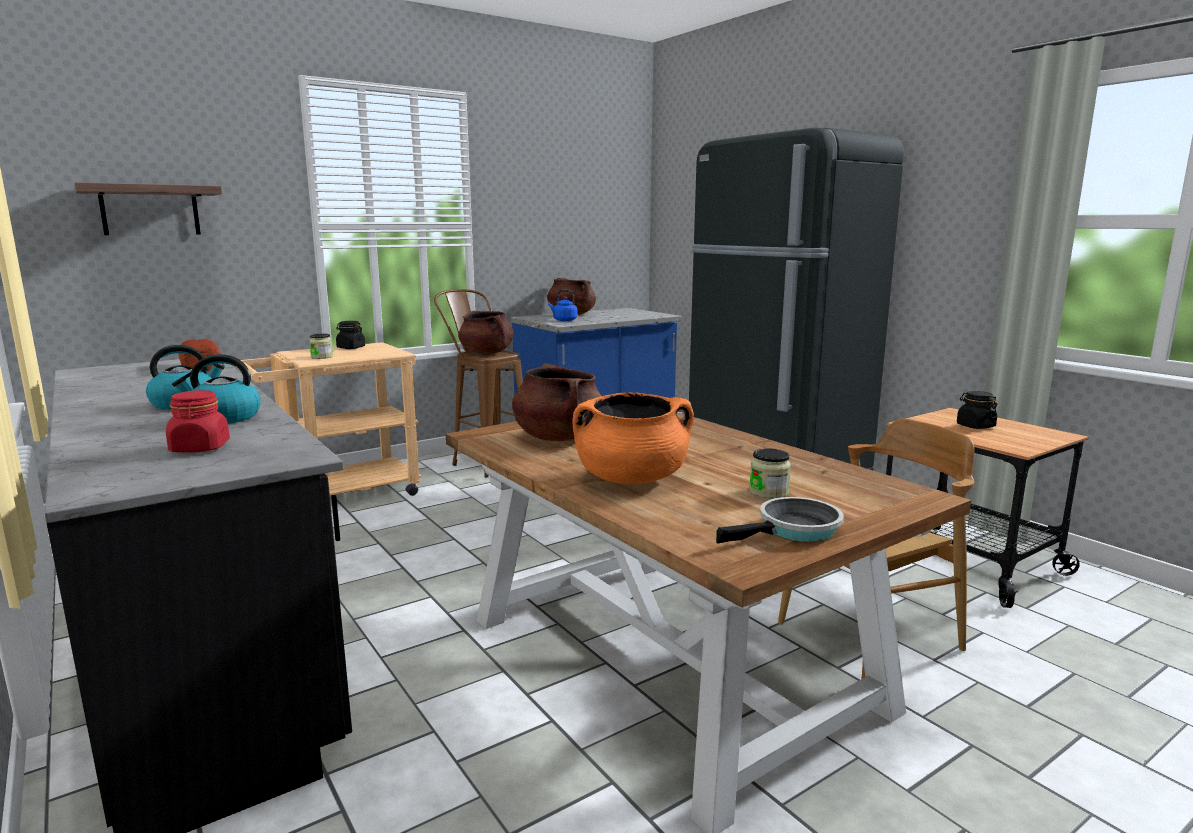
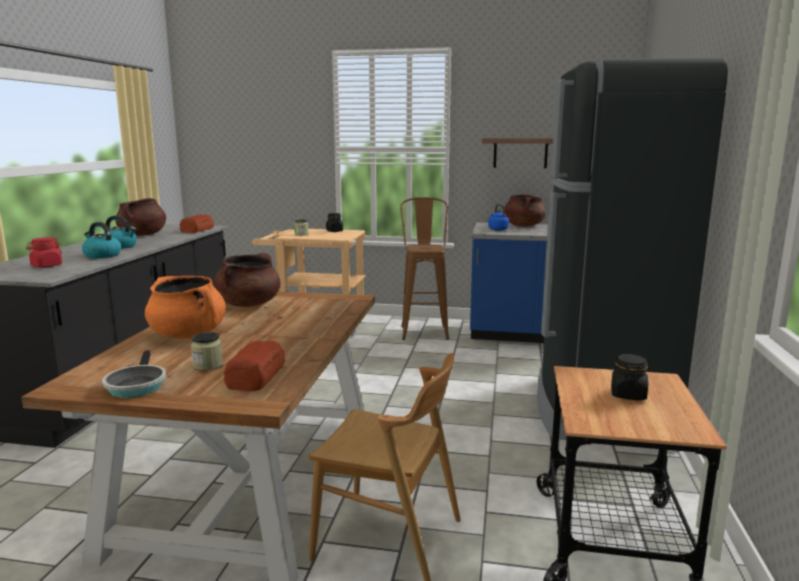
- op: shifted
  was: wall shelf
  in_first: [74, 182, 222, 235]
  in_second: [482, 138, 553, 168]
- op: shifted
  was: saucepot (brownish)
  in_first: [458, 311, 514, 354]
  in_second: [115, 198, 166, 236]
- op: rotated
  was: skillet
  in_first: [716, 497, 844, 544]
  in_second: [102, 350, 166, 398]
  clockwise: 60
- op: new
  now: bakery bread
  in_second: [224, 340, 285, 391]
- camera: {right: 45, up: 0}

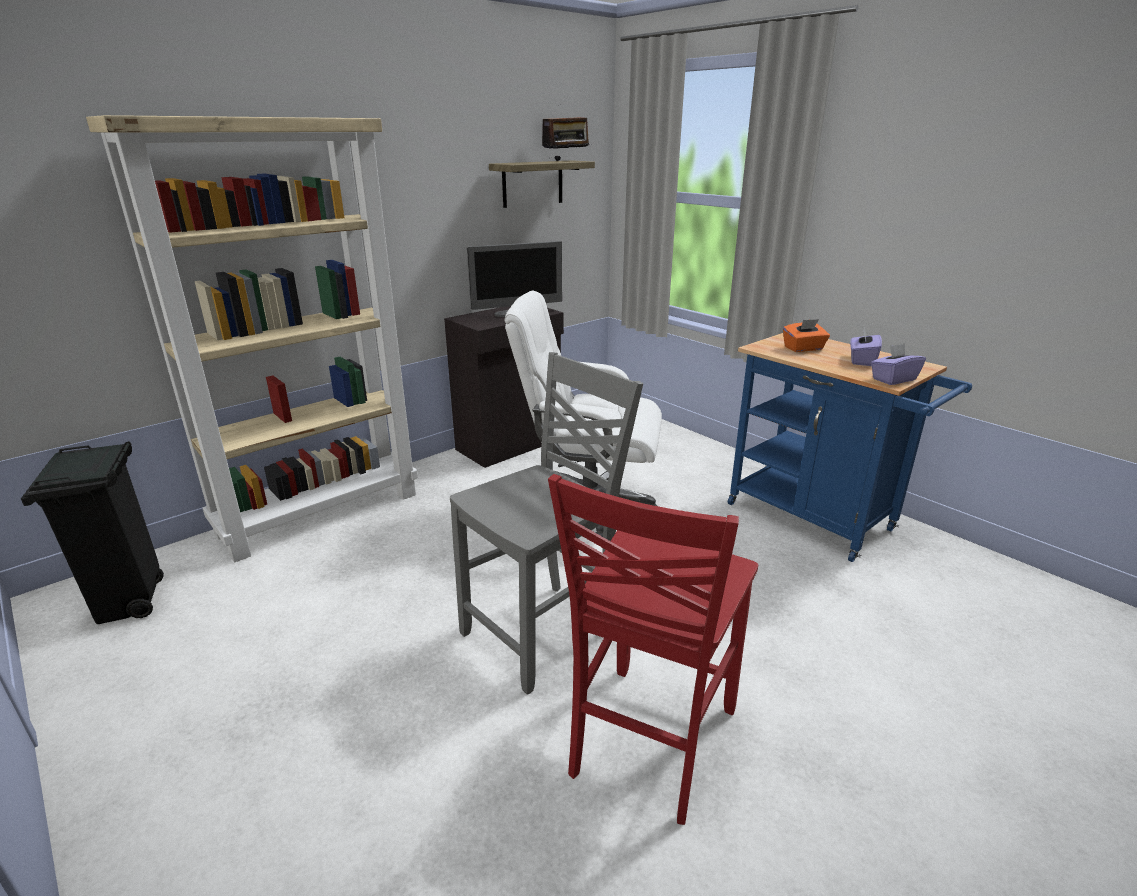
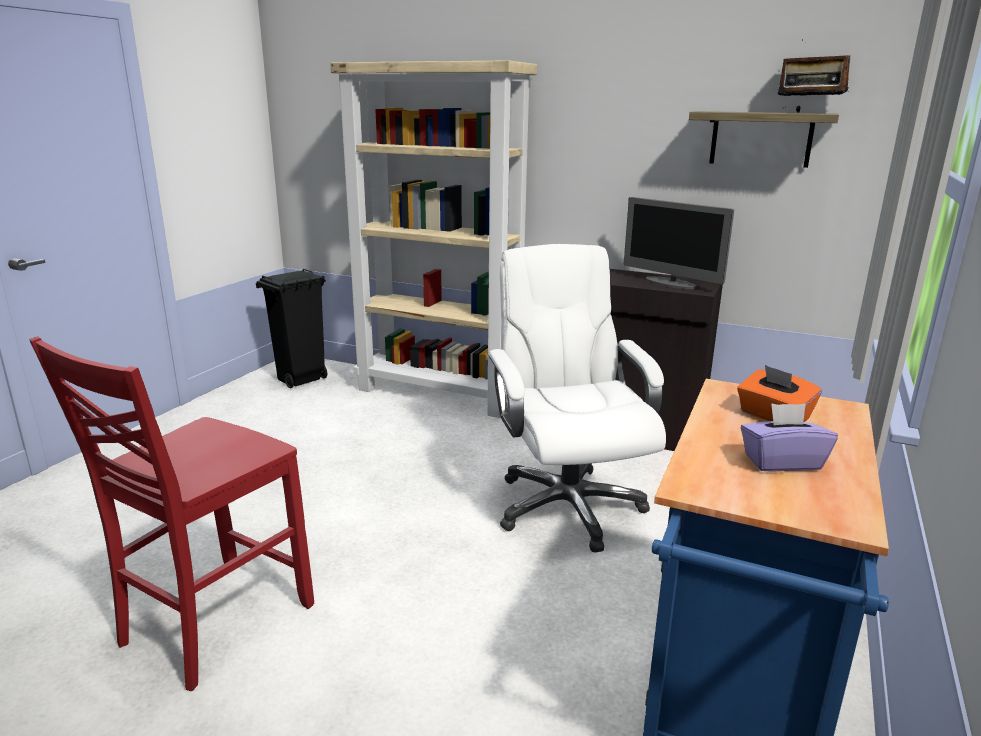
- op: gone
  was: plain chair (greyish)
  in_first: [450, 352, 643, 695]
- op: rotated
  was: plain chair (reddish)
  in_first: [548, 474, 758, 825]
  in_second: [29, 336, 314, 691]
  clockwise: -60
- op: gone
  was: box of tissues (purple)
  in_first: [871, 343, 926, 385]
- camera: {right: 65, up: -5}

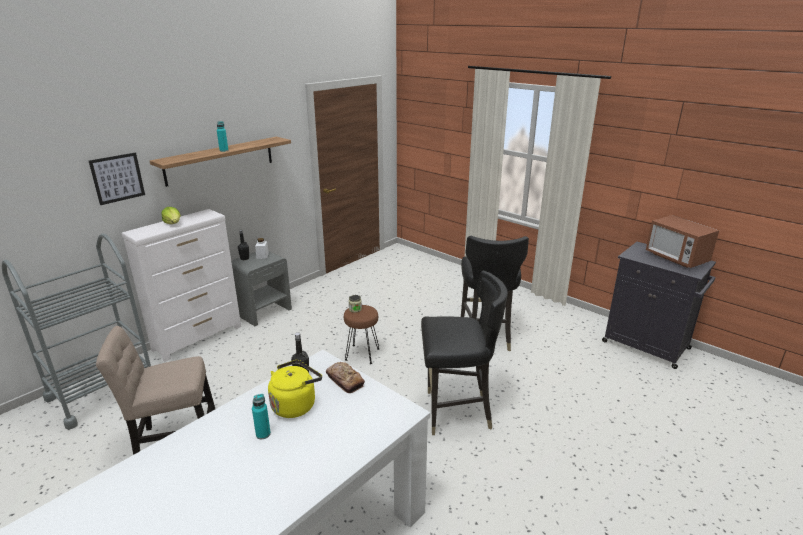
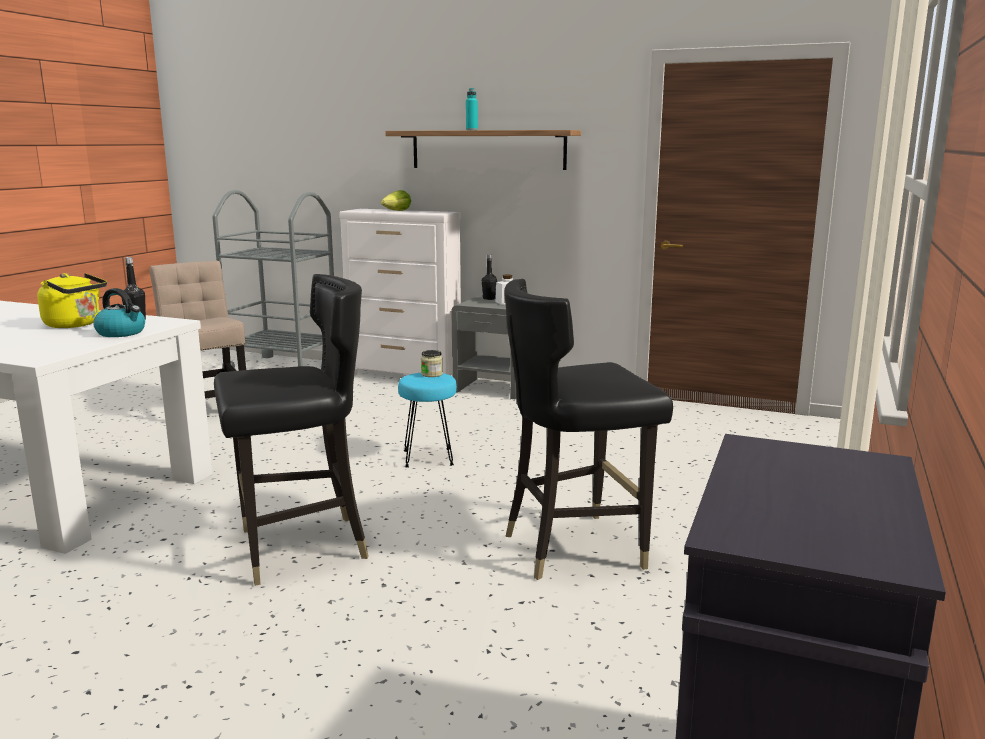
- op: gone
  was: wall picture
  in_first: [89, 153, 145, 205]
- op: gone
  was: drink bottle (turquoise)
  in_first: [252, 394, 271, 439]
- op: swapped
  was: bakery bread
  now: tea kettle
  in_first: [326, 362, 365, 393]
  in_second: [93, 288, 145, 337]
- op: repainted
  was: stool (brownish)
  now: stool (turquoise)
  in_first: [344, 305, 380, 364]
  in_second: [398, 373, 457, 468]
- op: rotated
  was: plain chair (blackish)
  in_first: [421, 271, 508, 435]
  in_second: [214, 274, 368, 586]
  clockwise: -90
- op: gone
  was: microwave oven
  in_first: [646, 215, 719, 268]
- camera: {right: 70, up: -10}

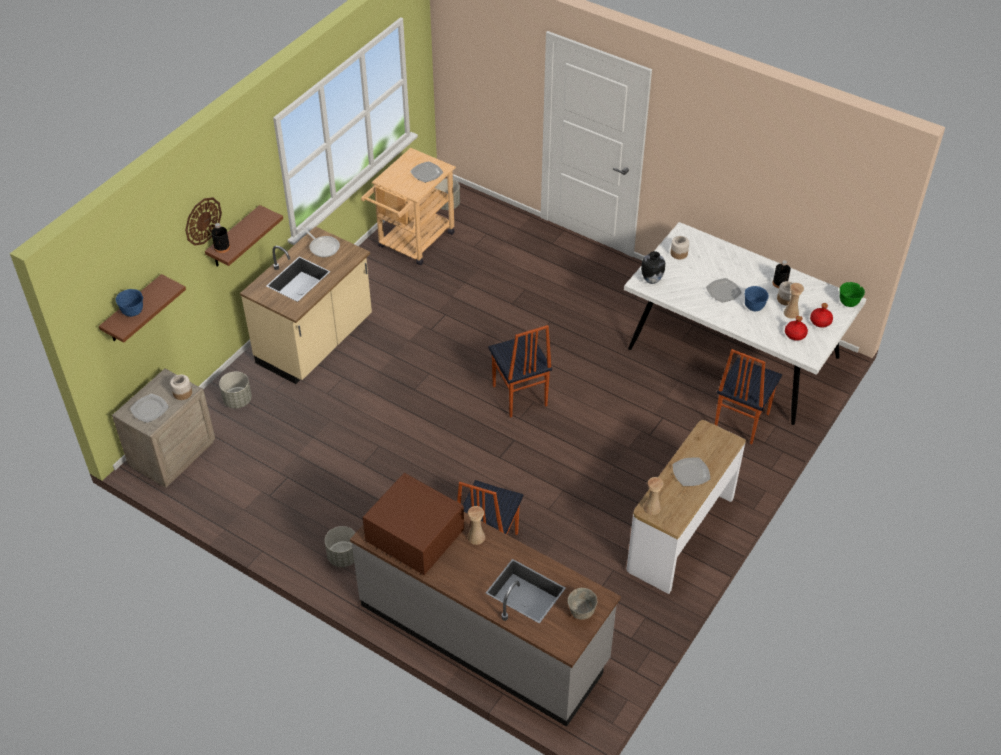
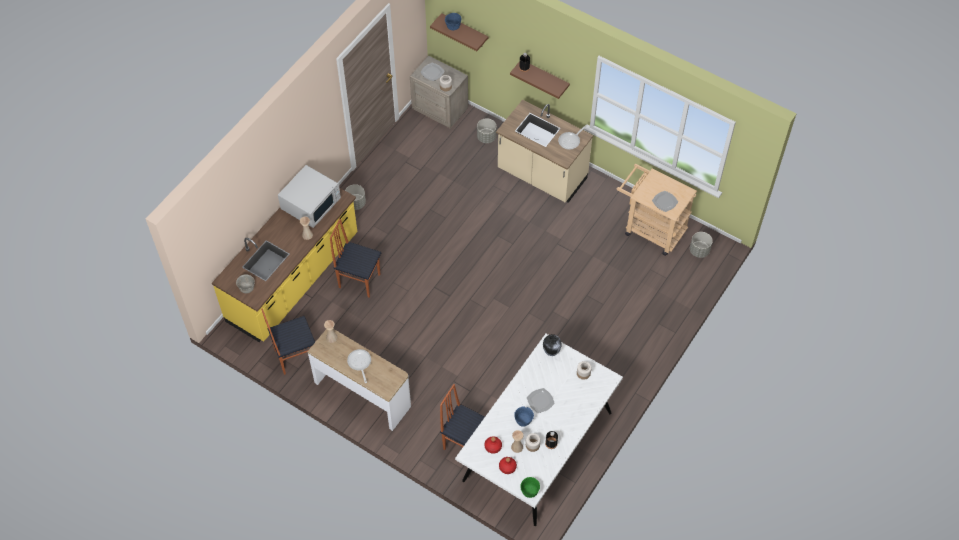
- op: gone
  was: hanging clock
  in_first: [185, 197, 222, 246]
- op: repainted
  was: kitchen counter (greyish)
  now: kitchen counter (yellow)
  in_first: [350, 512, 621, 727]
  in_second: [212, 188, 358, 342]
- op: repainted
  was: microwave oven (brownish)
  now: microwave oven (white)
  in_first: [362, 473, 464, 575]
  in_second: [278, 165, 341, 228]
- op: shifted
  was: plain chair
  in_first: [488, 325, 552, 418]
  in_second: [261, 308, 315, 375]
- op: swapped
  was: plate
  now: skillet
  in_first: [673, 458, 710, 486]
  in_second: [347, 349, 371, 383]
- camera: {right: 90, up: 10}

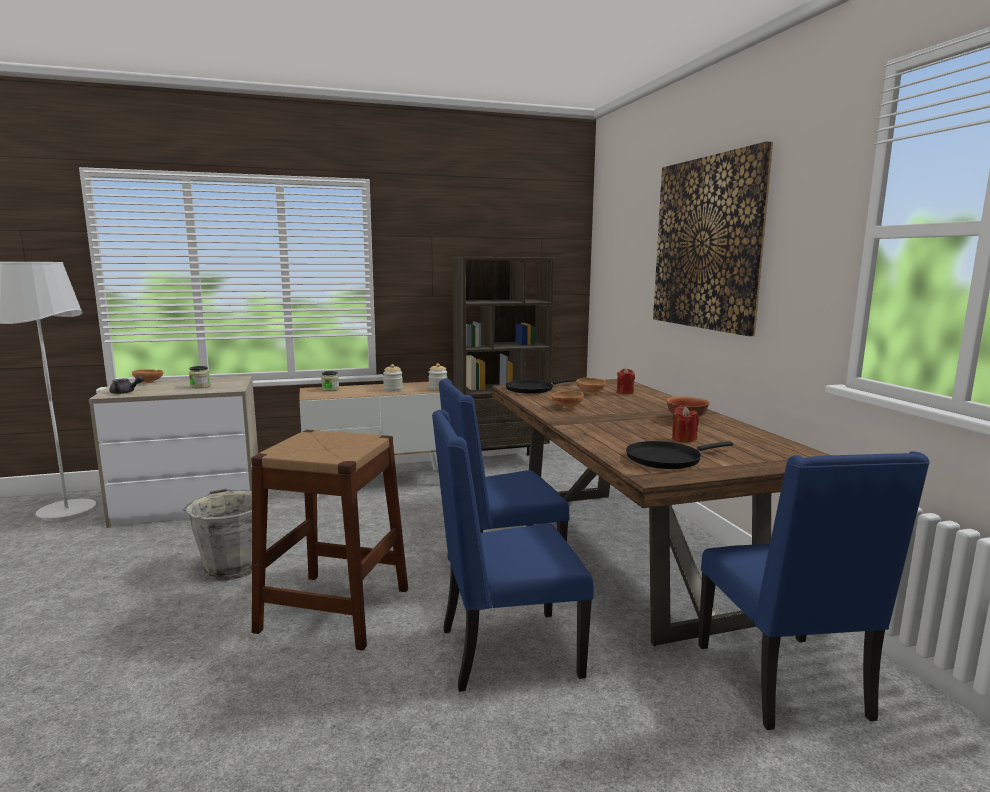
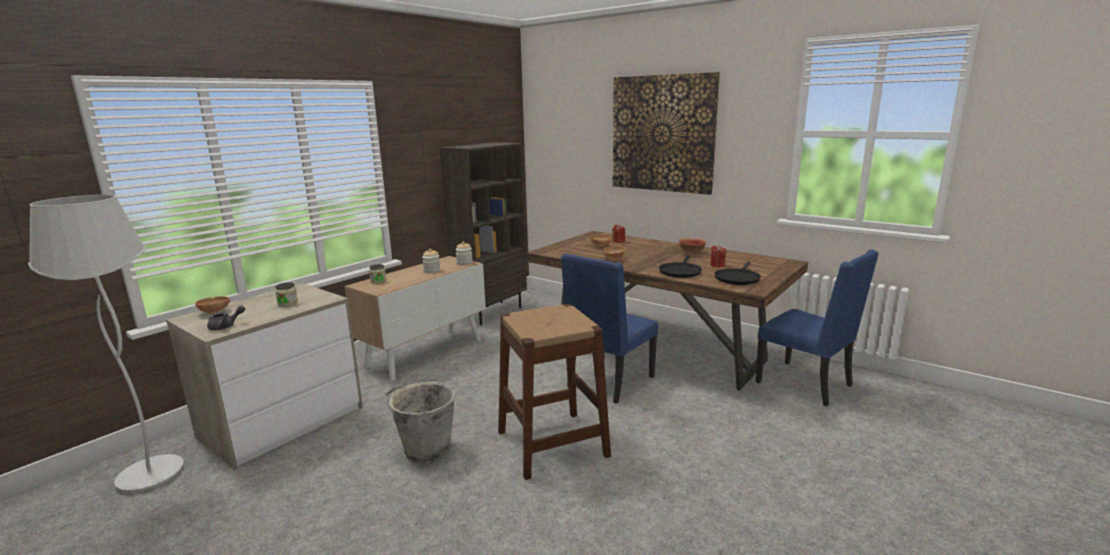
- op: gone
  was: plain chair (bluish)
  in_first: [432, 410, 593, 692]
- op: shifted
  was: skillet (blackish)
  in_first: [505, 379, 575, 394]
  in_second: [659, 255, 702, 278]
- camera: {right: -35, up: 5}

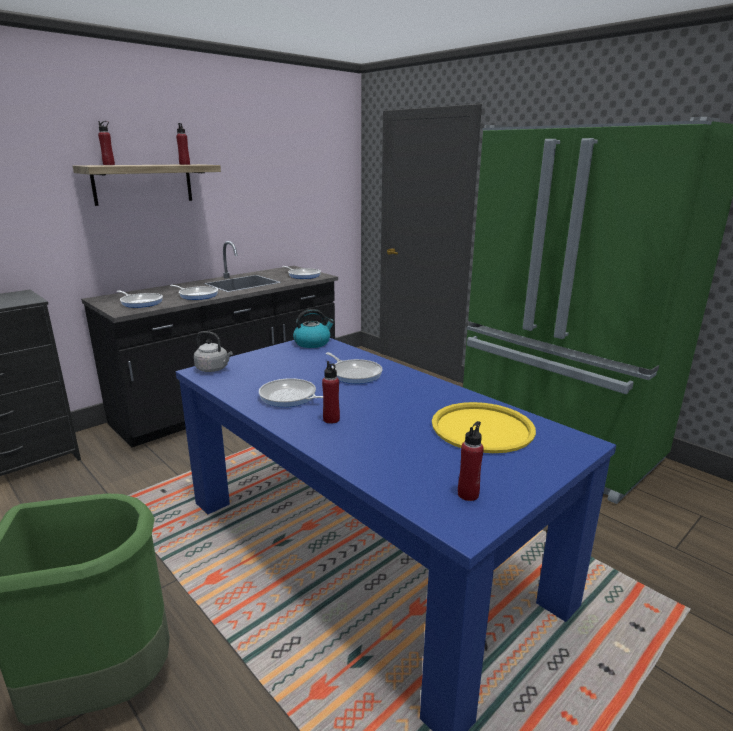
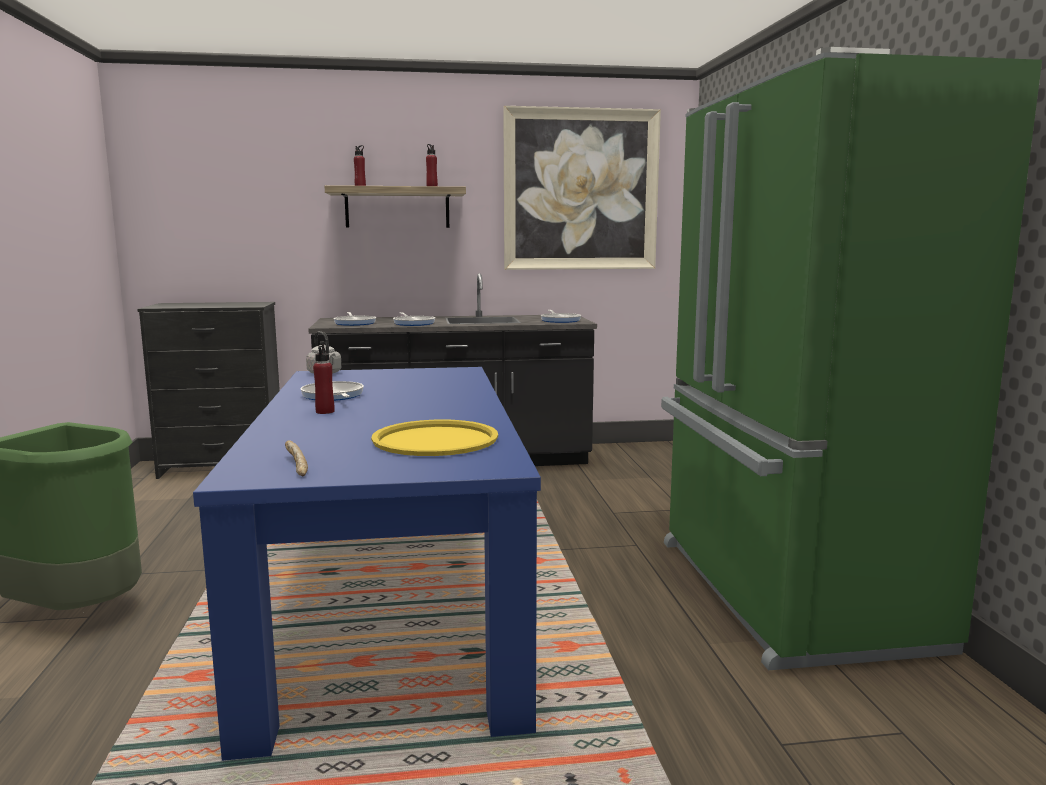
- op: gone
  was: tea kettle
  in_first: [293, 309, 335, 348]
- op: gone
  was: skillet
  in_first: [326, 352, 382, 384]
- op: swapped
  was: drink bottle (reddish)
  now: bakery bread
  in_first: [458, 421, 484, 501]
  in_second: [285, 440, 308, 476]
- op: new
  now: wall picture
  in_second: [503, 106, 661, 270]
- camera: {right: 35, up: -10}

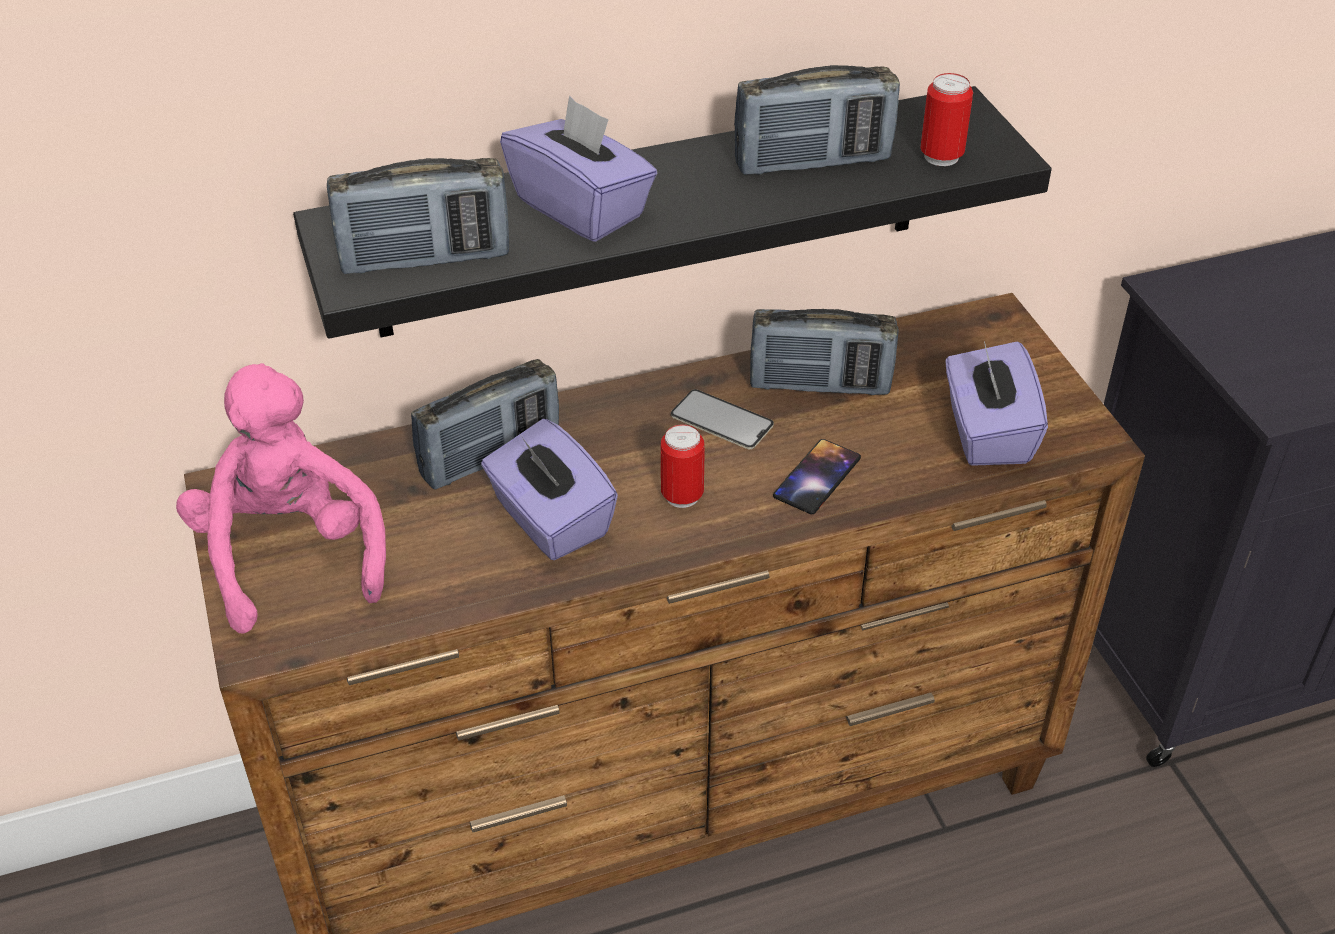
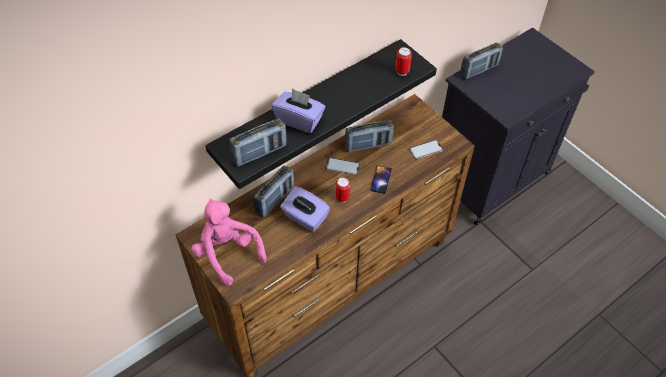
- op: shifted
  was: radio
  in_first: [734, 65, 900, 175]
  in_second: [460, 43, 503, 79]
- op: swapped
  was: box of tissues (purple)
  now: handset
  in_first: [945, 341, 1048, 466]
  in_second: [409, 140, 443, 159]
- camera: {right: -20, up: 10}

